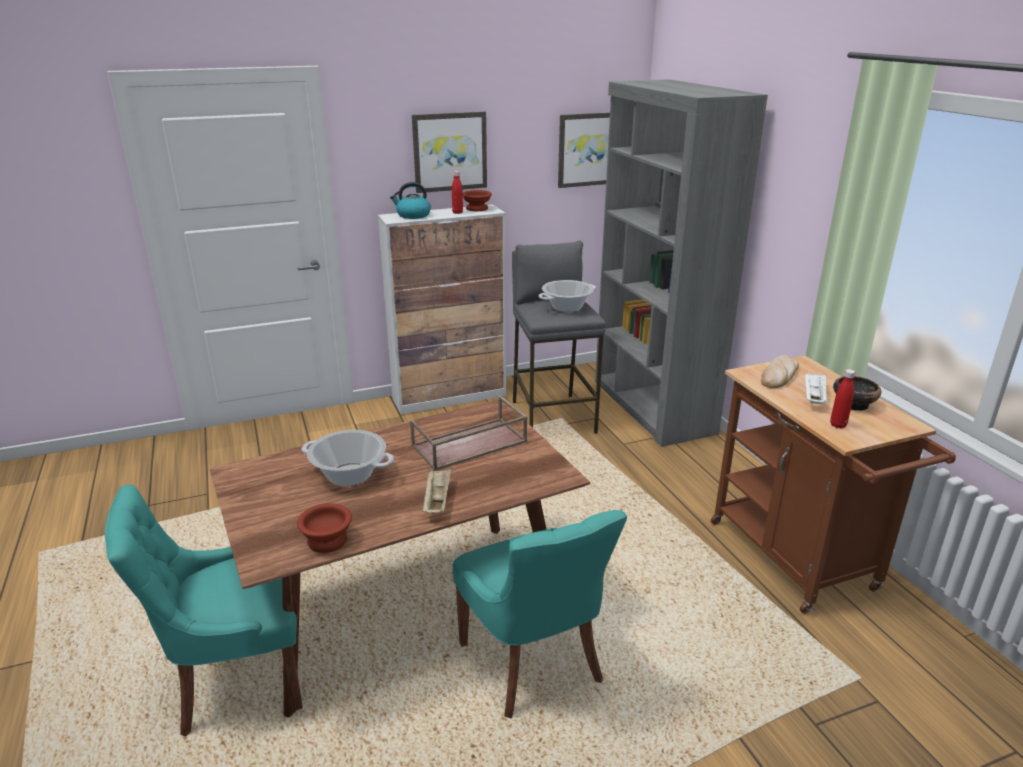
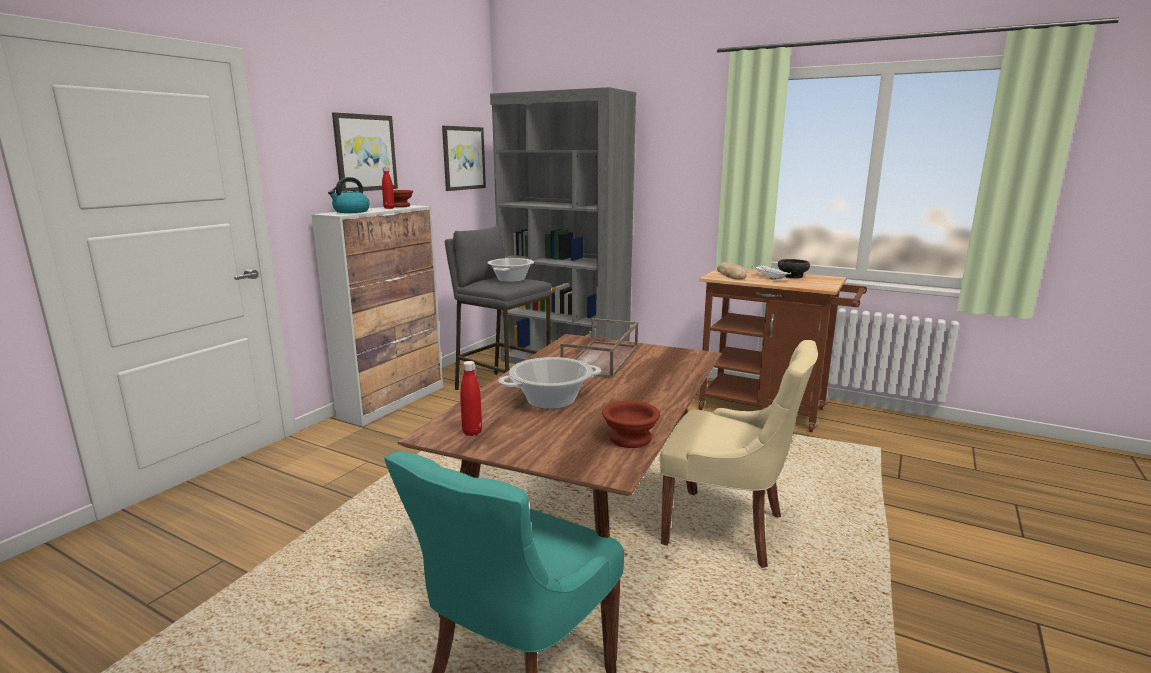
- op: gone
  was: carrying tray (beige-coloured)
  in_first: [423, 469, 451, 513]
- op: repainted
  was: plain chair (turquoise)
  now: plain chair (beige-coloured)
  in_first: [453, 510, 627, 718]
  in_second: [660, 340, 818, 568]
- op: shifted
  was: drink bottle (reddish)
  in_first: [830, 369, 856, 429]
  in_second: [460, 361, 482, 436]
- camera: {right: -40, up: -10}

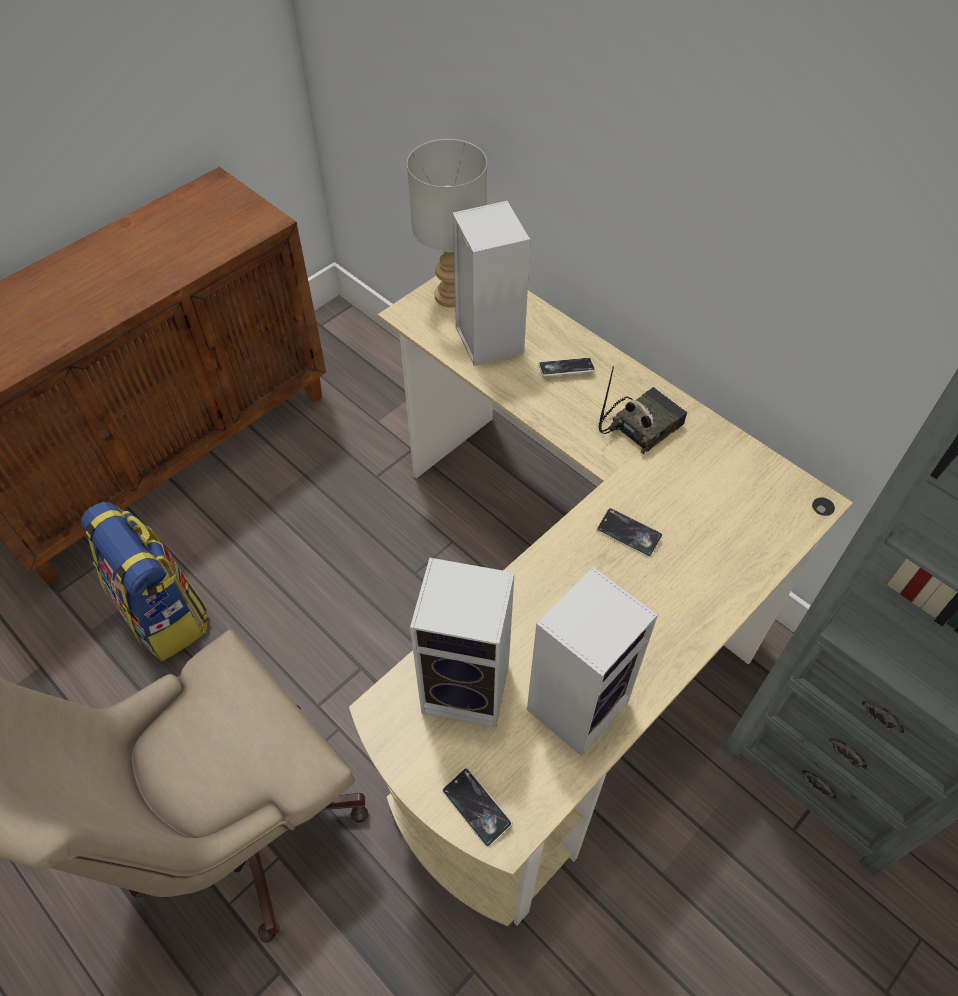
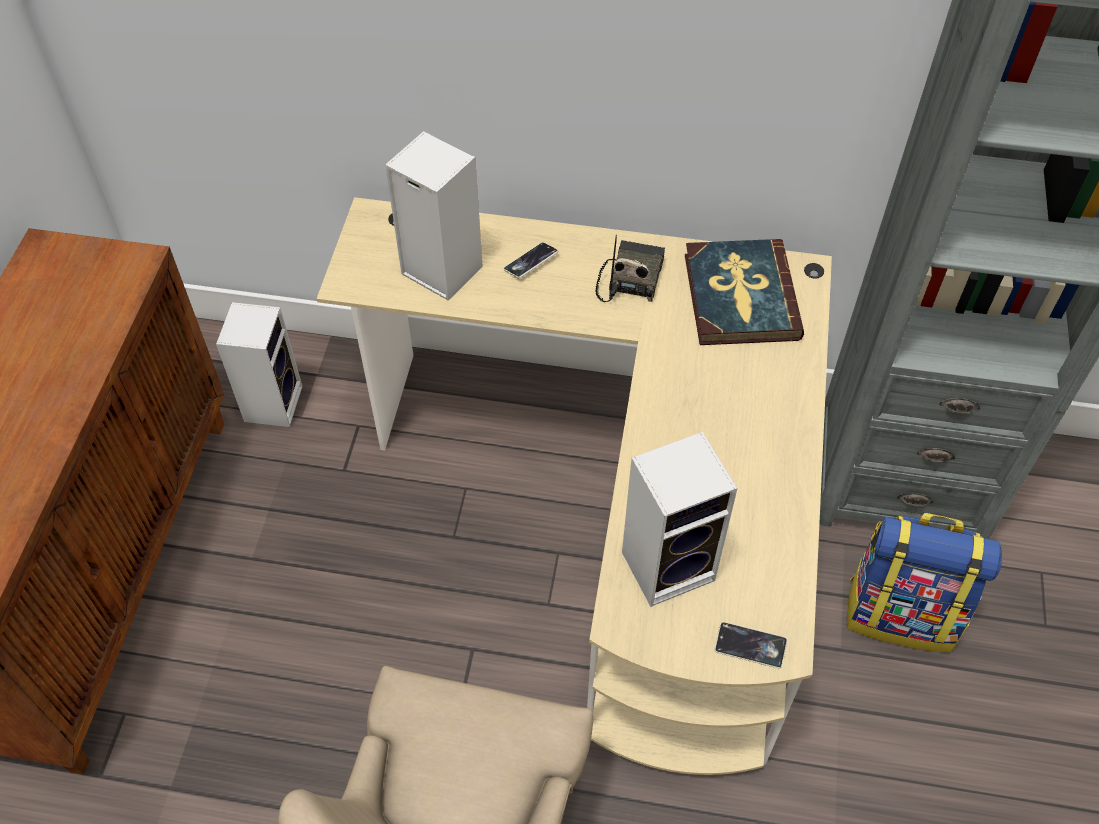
- op: shifted
  was: knapsack
  in_first: [81, 502, 208, 661]
  in_second: [847, 513, 1002, 653]
- op: gone
  was: lamp for a table (greyish)
  in_first: [407, 139, 487, 308]
- op: shifted
  was: audio speaker
  in_first: [527, 567, 658, 756]
  in_second: [216, 302, 302, 427]
- op: gone
  was: handset
  in_first: [597, 508, 663, 557]
- op: new
  now: volume
  in_second: [685, 239, 804, 345]
- camera: {right: -35, up: 0}

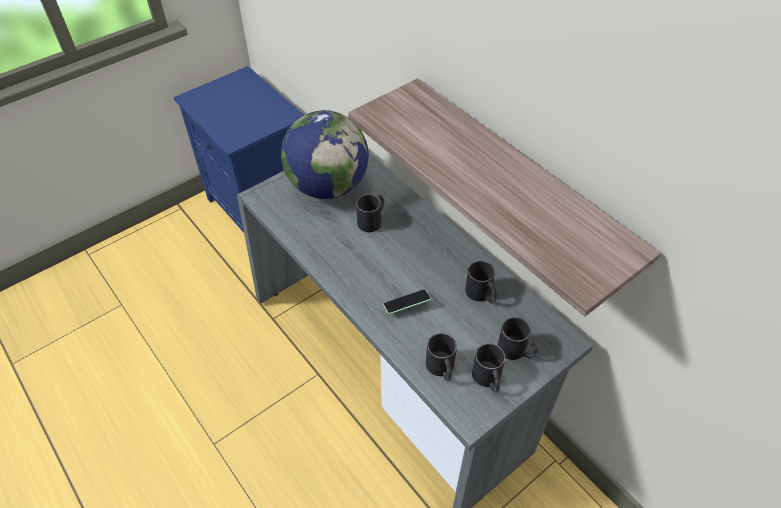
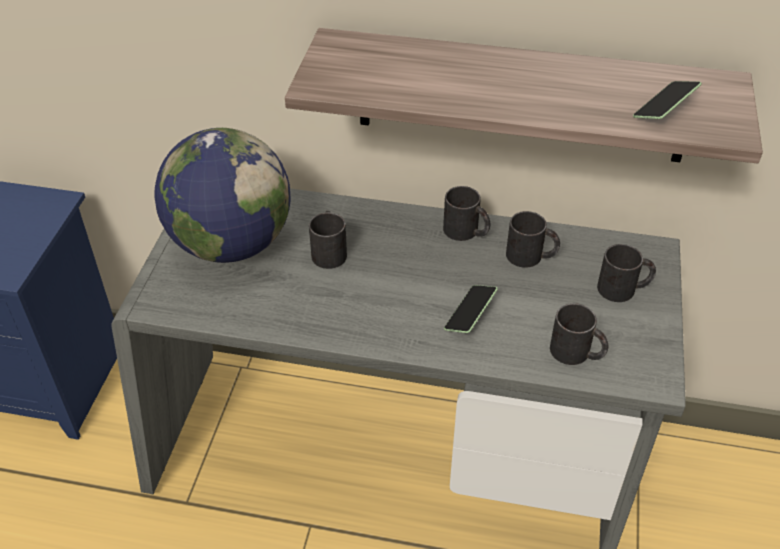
- op: shifted
  was: tea mug (blackish)
  in_first: [472, 343, 505, 392]
  in_second: [443, 186, 490, 241]
- op: new
  now: handset
  in_second: [633, 81, 702, 119]
- camera: {right: -40, up: -5}

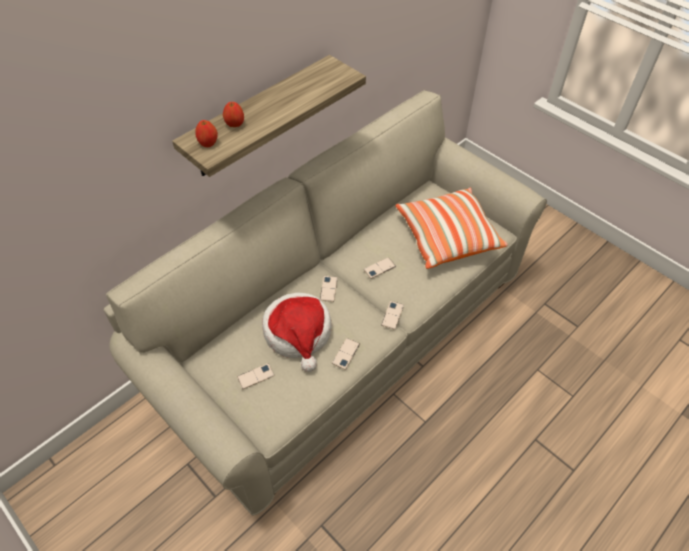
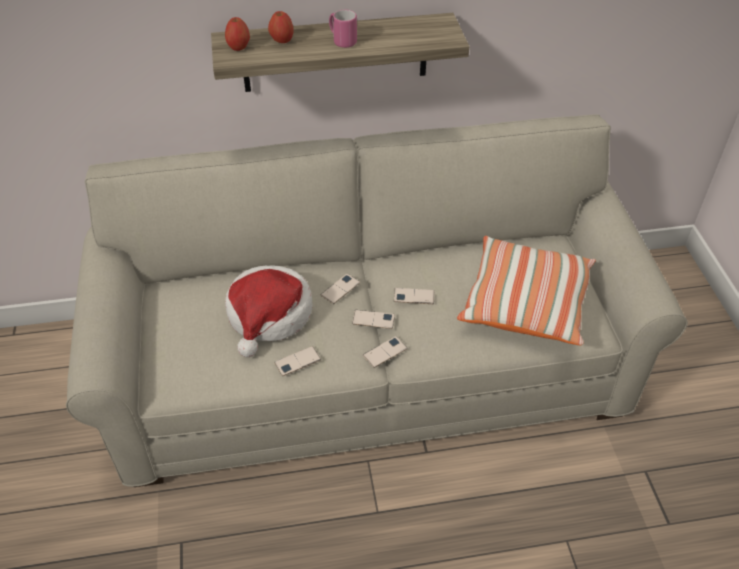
- op: shifted
  was: handset
  in_first: [237, 363, 275, 389]
  in_second: [352, 310, 395, 329]
- op: new
  now: tea mug (pink)
  in_second: [329, 10, 357, 48]
- camera: {right: 35, up: -5}

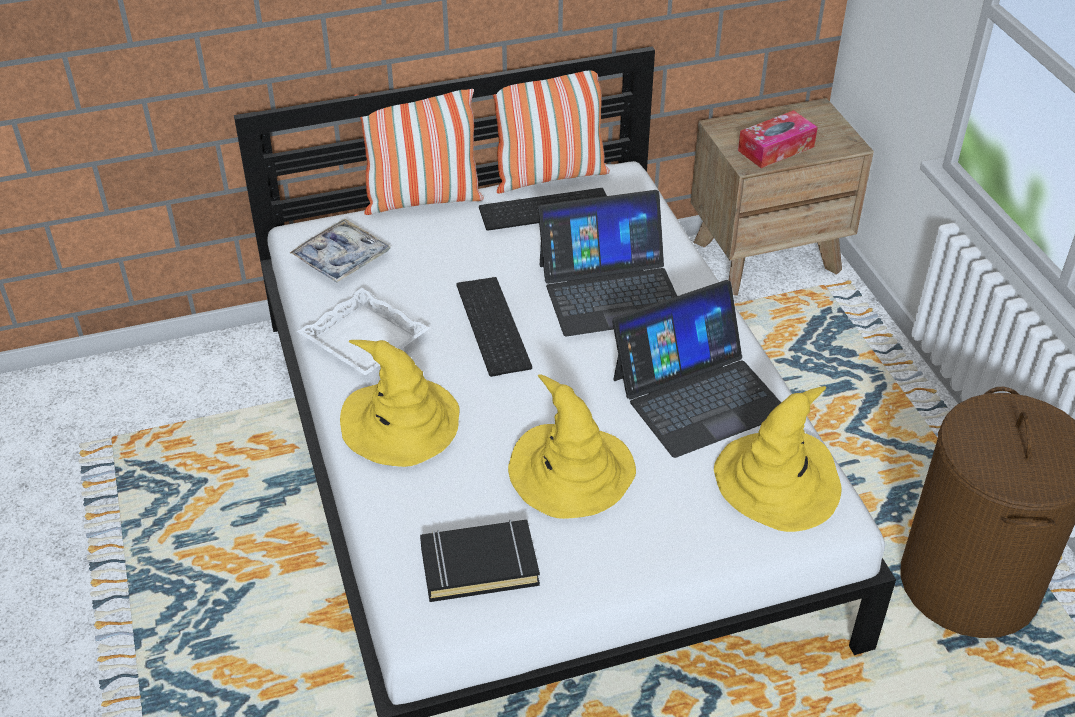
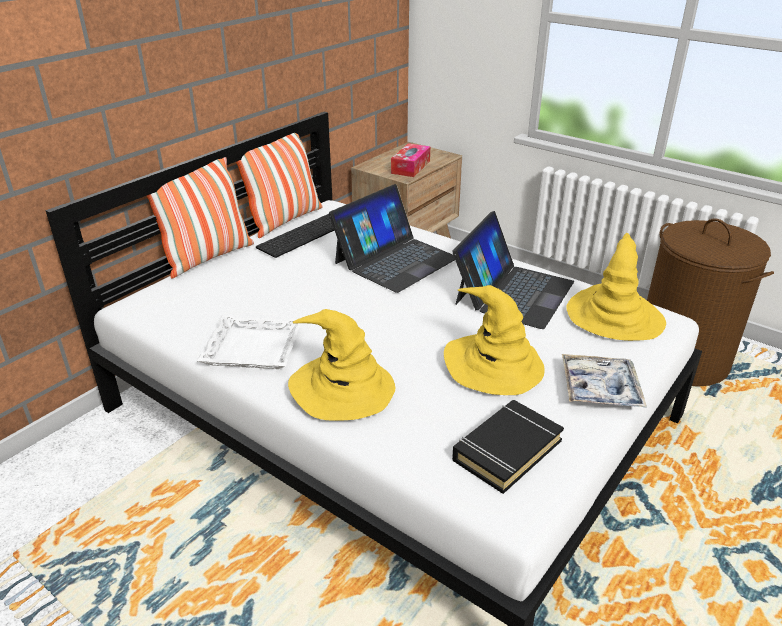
- op: shifted
  was: carrying tray
  in_first: [290, 219, 391, 283]
  in_second: [562, 354, 647, 408]
- op: gone
  was: keyboard
  in_first: [457, 277, 532, 377]
- camera: {right: -35, up: -10}

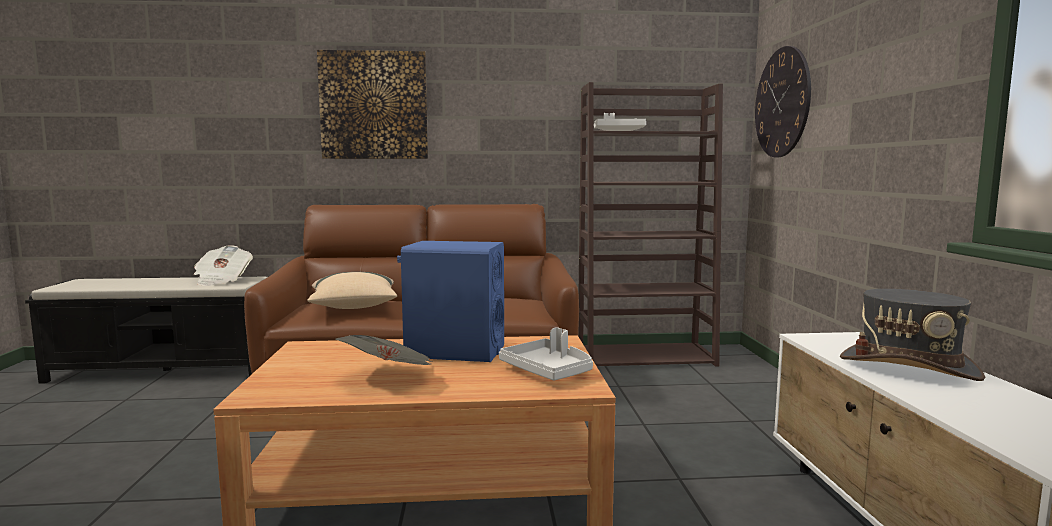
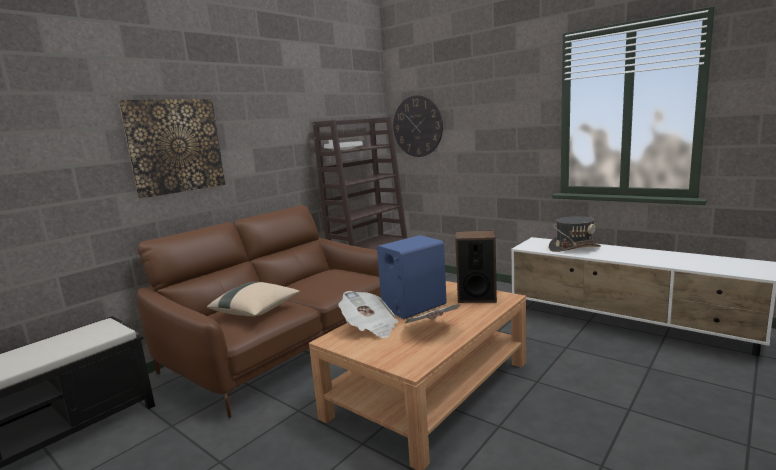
- op: shifted
  was: printed paper
  in_first: [194, 245, 253, 286]
  in_second: [338, 291, 398, 338]
- op: swapped
  was: carrying tray (greyish)
  now: audio speaker
  in_first: [499, 327, 593, 381]
  in_second: [455, 230, 497, 303]
- camera: {right: -45, up: 5}

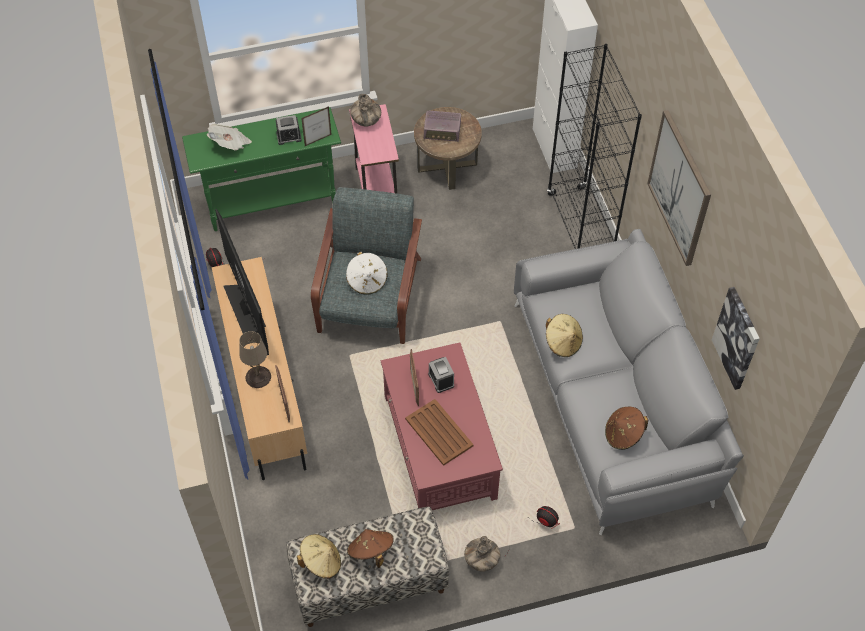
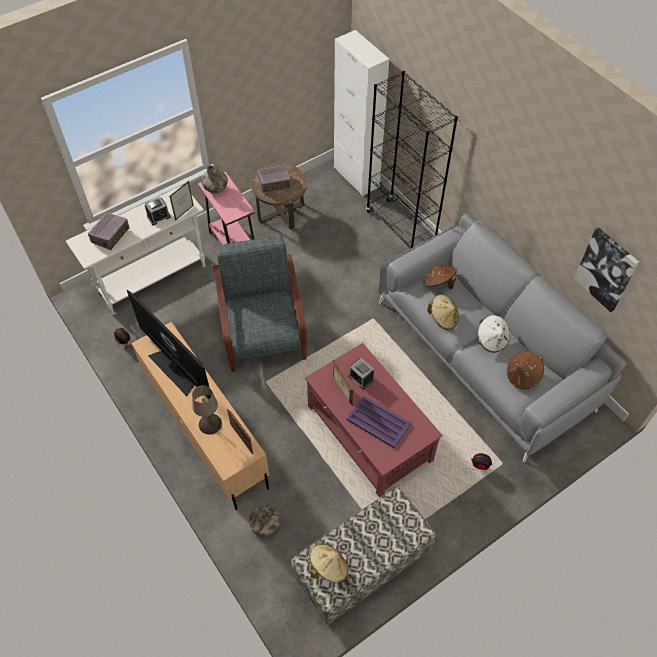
- op: repainted
  was: hall table (greenish)
  now: hall table (white)
  in_first: [182, 107, 341, 231]
  in_second: [66, 185, 205, 315]
- op: swapped
  was: printed paper
  now: radio
  in_first: [207, 124, 252, 151]
  in_second: [88, 212, 130, 250]
- op: shifted
  was: clothing hat (white)
  in_first: [346, 252, 387, 294]
  in_second: [478, 315, 510, 353]
- op: shifted
  was: clothing hat (brownish)
  in_first: [347, 529, 394, 568]
  in_second: [423, 265, 457, 289]
- op: repainted
  was: carrying tray (brownish)
  now: carrying tray (purple)
  in_first: [405, 399, 474, 466]
  in_second: [346, 395, 411, 448]
- op: shifted
  was: vase
  in_first: [464, 536, 500, 572]
  in_second: [249, 506, 280, 536]
- op: gone
  was: wall picture
  in_first: [647, 110, 711, 266]
- camera: {right: -20, up: 0}

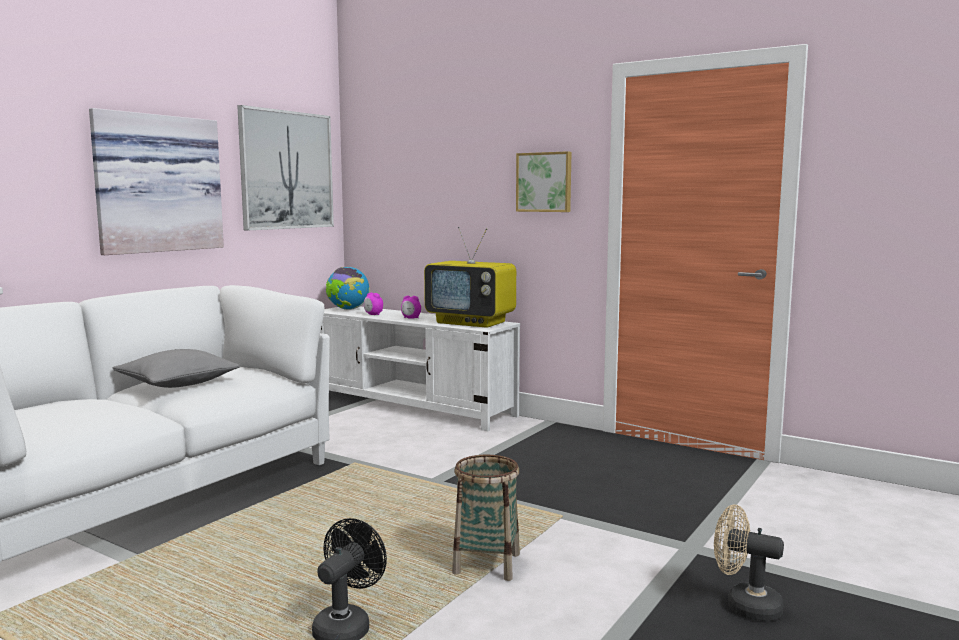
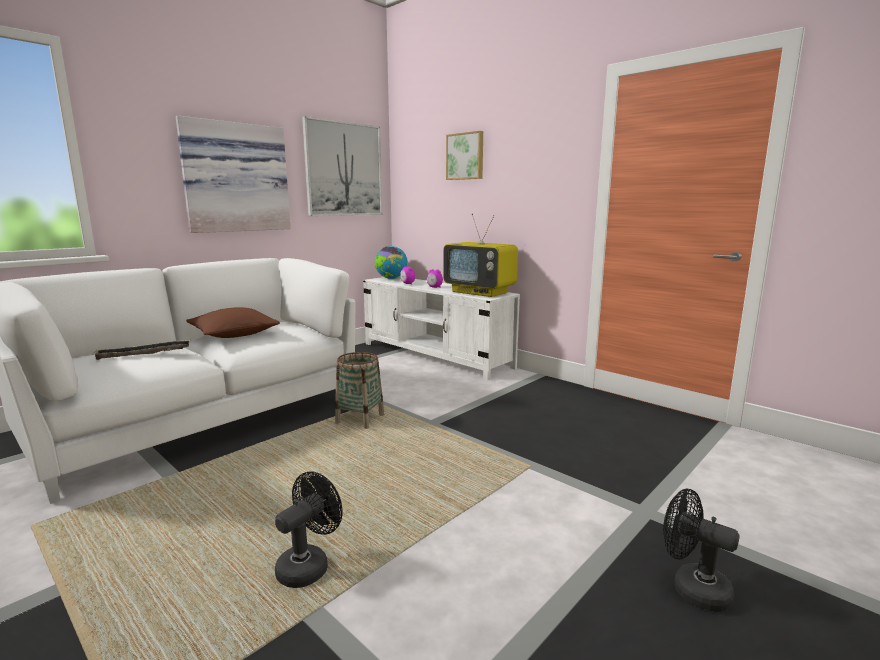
- op: repainted
  was: throw pillow (greyish)
  now: throw pillow (brownish)
  in_first: [112, 349, 240, 388]
  in_second: [186, 307, 280, 338]
- op: shifted
  was: basket
  in_first: [452, 455, 520, 581]
  in_second: [335, 352, 384, 429]
- op: shifted
  was: wall picture
  in_first: [516, 151, 571, 212]
  in_second: [446, 131, 483, 180]
- op: repainted
  was: cooling fan (beige-coloured)
  now: cooling fan (blackish)
  in_first: [714, 505, 784, 621]
  in_second: [663, 489, 740, 612]
- op: new
  now: carrying tray
  in_second: [92, 340, 190, 360]
- camera: {right: 10, up: 5}

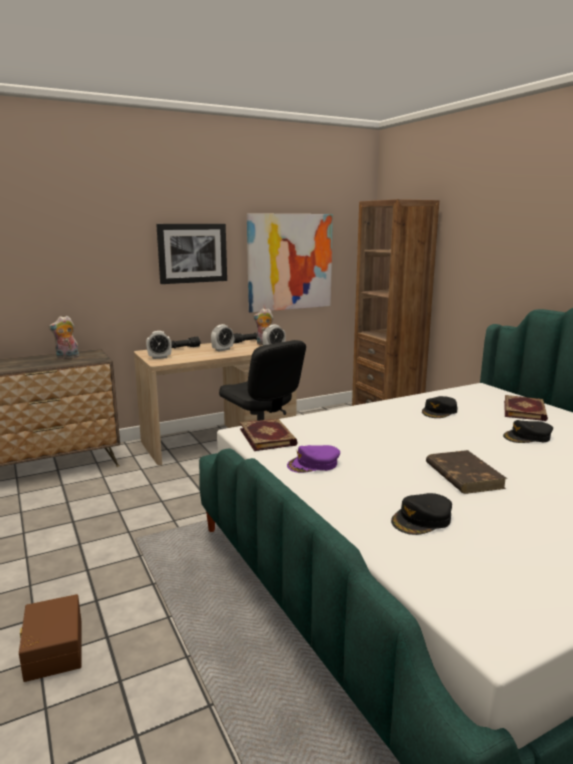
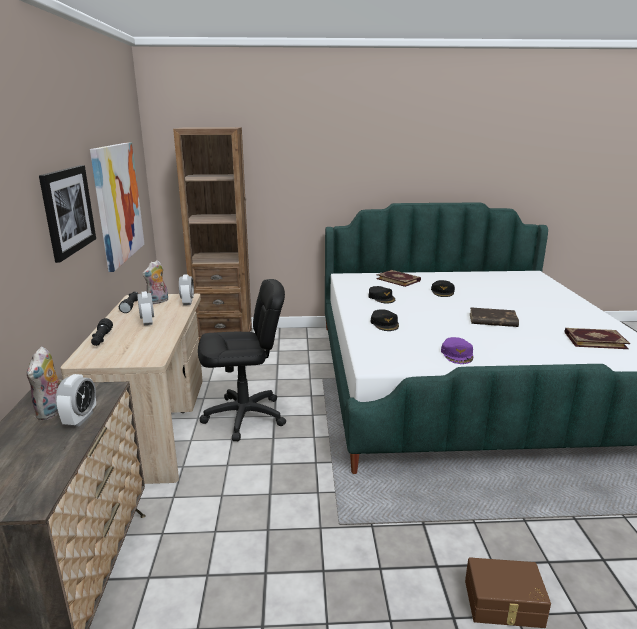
- op: shifted
  was: bedside clock
  in_first: [146, 331, 172, 359]
  in_second: [56, 374, 96, 426]
- op: shifted
  was: volume
  in_first: [240, 418, 298, 451]
  in_second: [565, 328, 630, 349]
- op: shifted
  was: cap (blackish)
  in_first: [391, 493, 452, 535]
  in_second: [371, 309, 399, 331]
- camera: {right: -65, up: 5}

